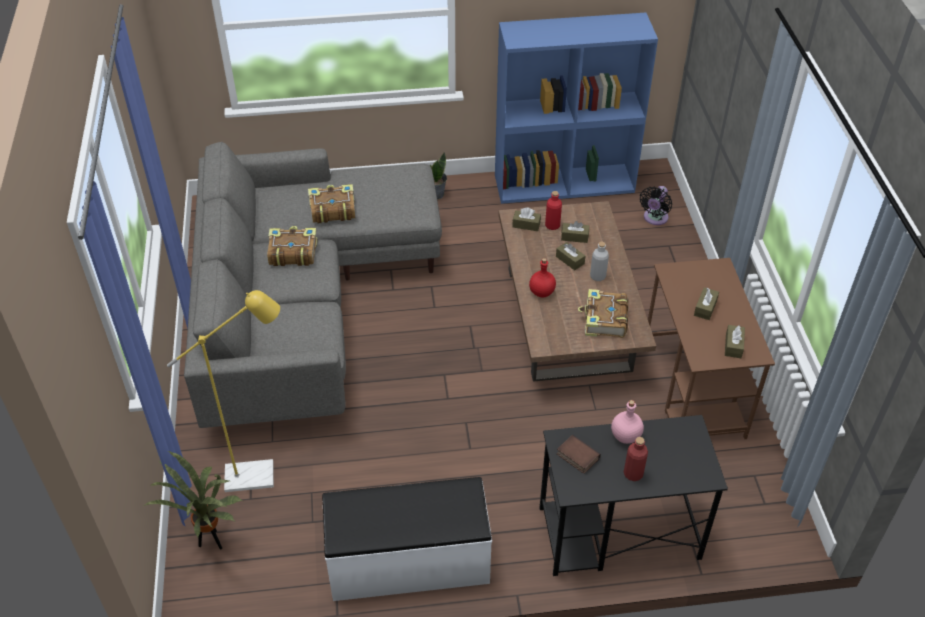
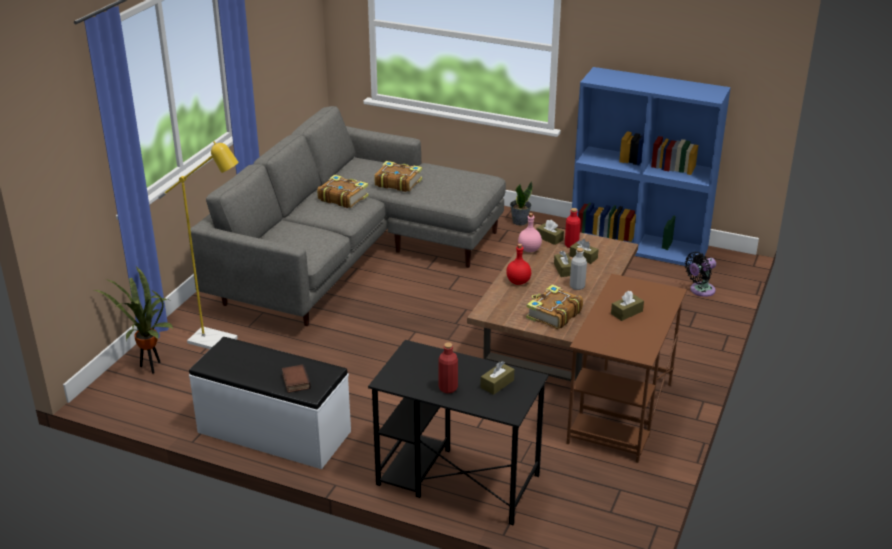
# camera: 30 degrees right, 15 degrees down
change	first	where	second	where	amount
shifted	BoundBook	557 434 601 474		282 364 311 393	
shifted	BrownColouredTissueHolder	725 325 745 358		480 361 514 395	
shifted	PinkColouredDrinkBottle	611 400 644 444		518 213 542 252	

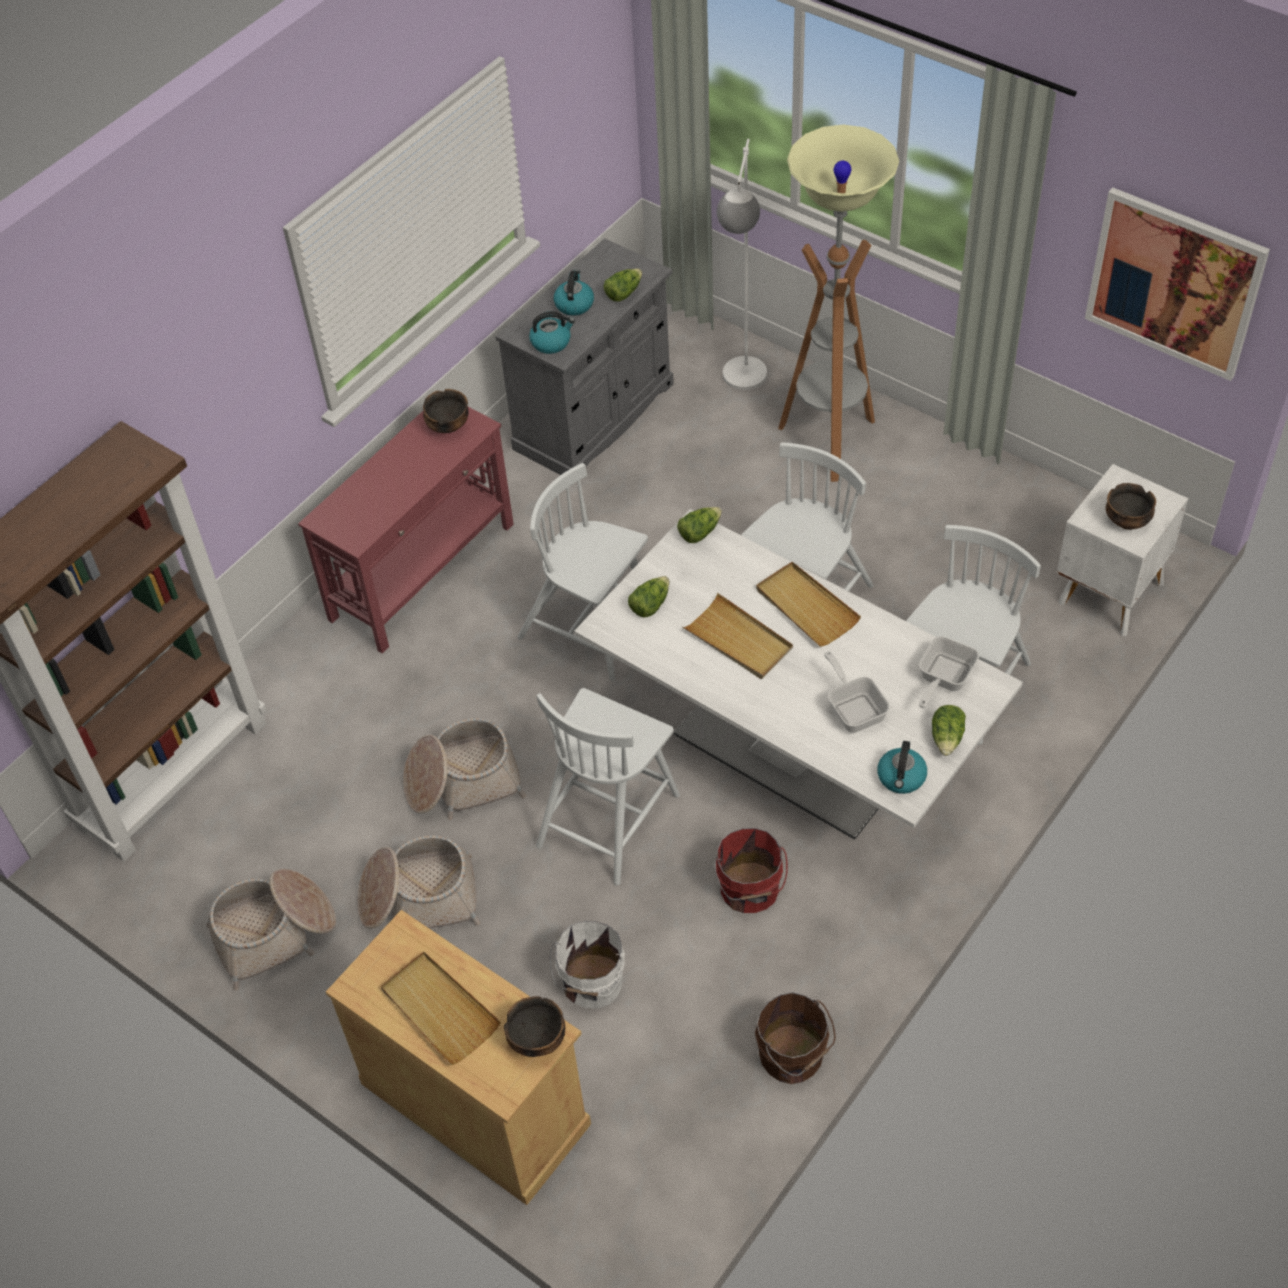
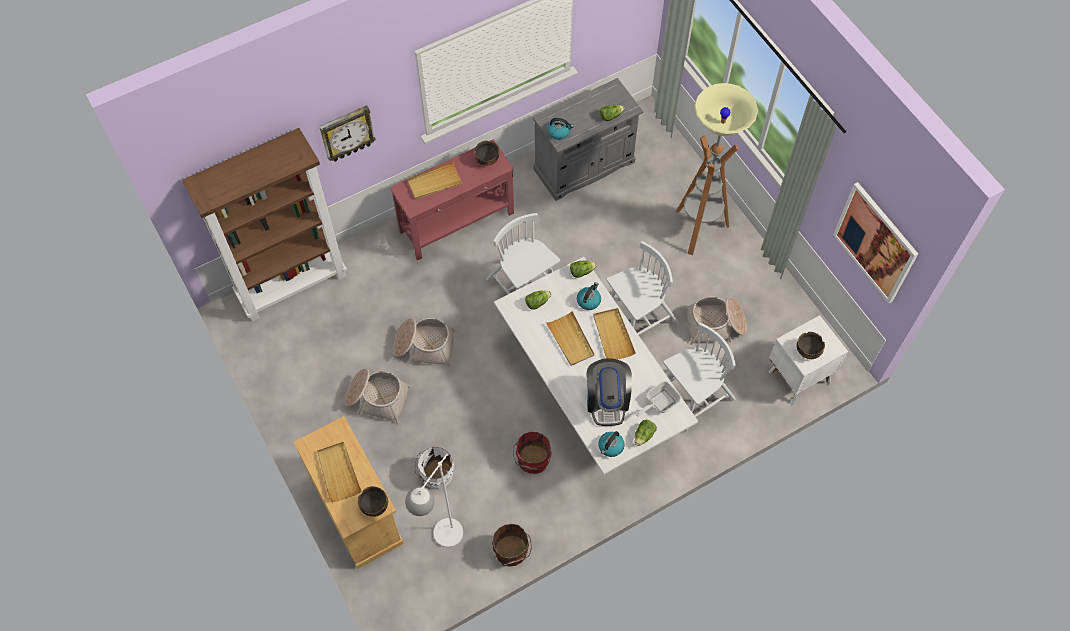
# camera: 20 degrees right, 10 degrees up
change	first	where	second	where	amount
new			WallClock	319 105 376 162	
shifted	WhitishStandingLamp	717 139 767 390		405 454 463 548	
new			BeigeCarryingTray	407 162 463 199	
shifted	WaterKettle	554 270 594 316		577 282 601 310	
swapped	Skillet	824 652 890 733	CoffeeMaker	586 358 632 426	
shifted	Basket	206 869 336 991		685 296 747 345	
gone	WhitishChair	536 688 680 885			

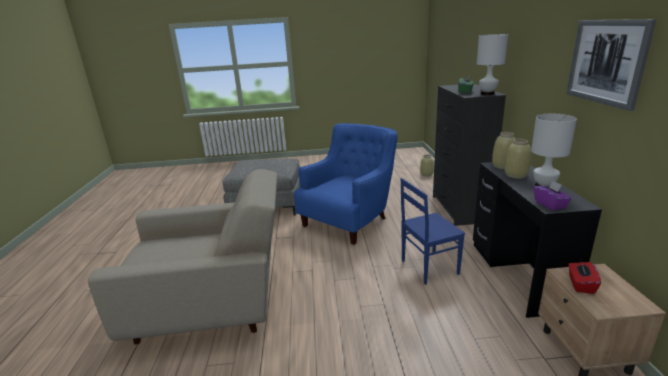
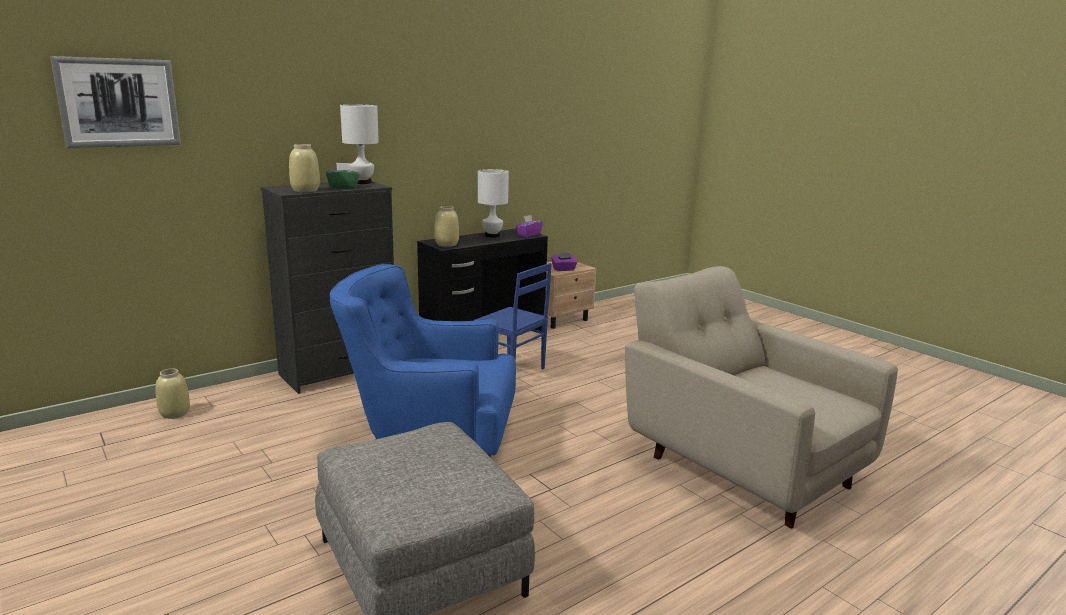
# camera: 125 degrees left, 5 degrees down
change	first	where	second	where	amount
shifted	WallArt	566 19 657 111		50 56 181 148	
shifted	BeigeDecorativeVase	505 139 532 179		289 144 320 192	
repainted	ReddishTissueHolder	568 262 601 294	PurpleColouredTissueHolder	551 253 577 271	

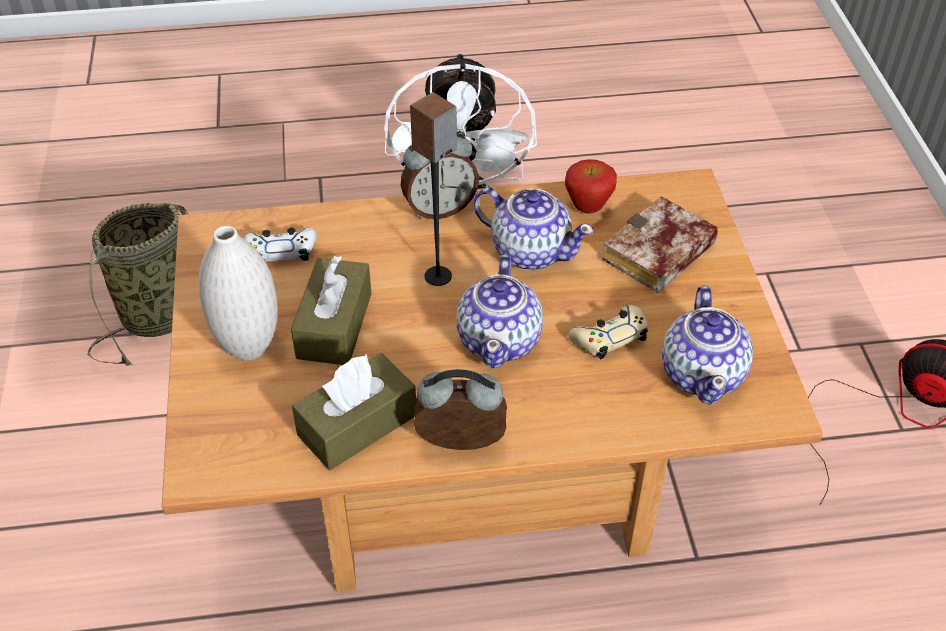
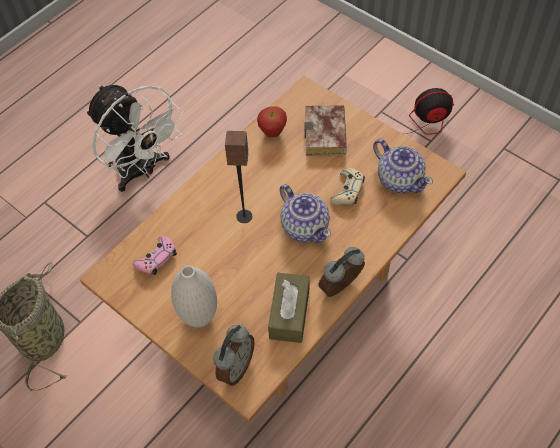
# camera: 40 degrees left, 10 degrees up
change	first	where	second	where	amount
repainted	WhitishJoypad	244 227 317 261	PinkColouredJoypad	133 236 177 275	
shifted	BedsideClock	401 133 479 219		213 325 254 386	
gone	BrownColouredTissueHolder	291 256 372 365			
gone	PotForTea	473 187 594 270			

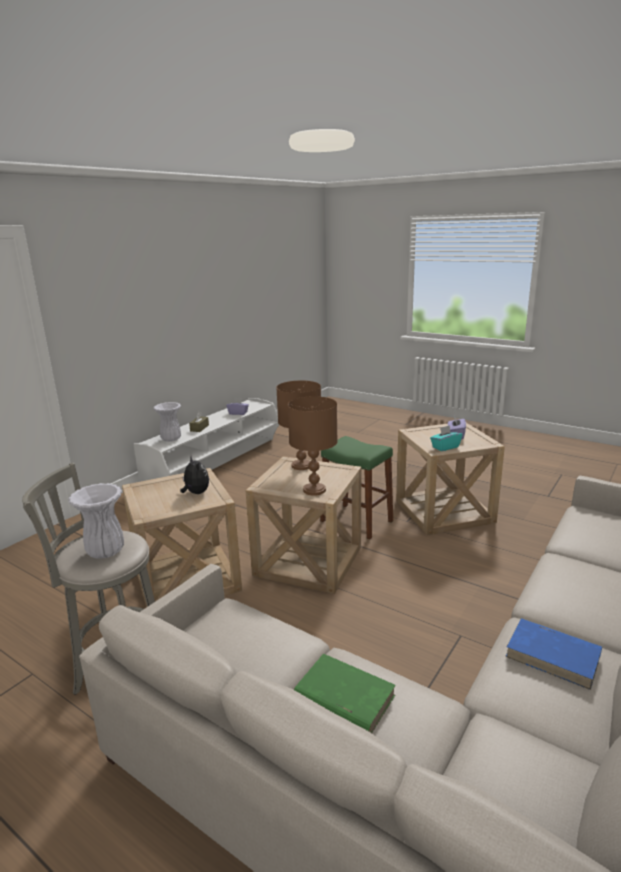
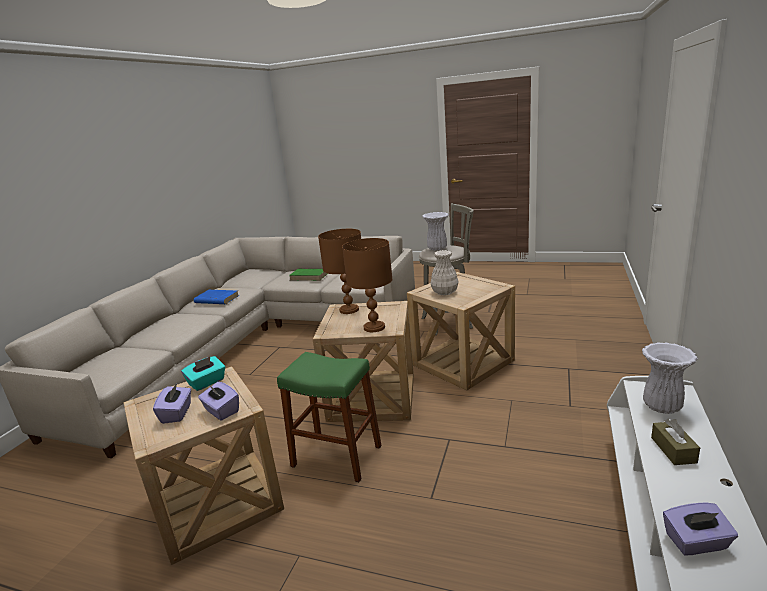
# camera: 165 degrees right, 0 degrees up
change	first	where	second	where	amount
new			PurpleColouredTissueHolder	198 382 239 420	
swapped	PlushToy	180 456 209 494	WhitishDecorativeVase	430 250 458 295	

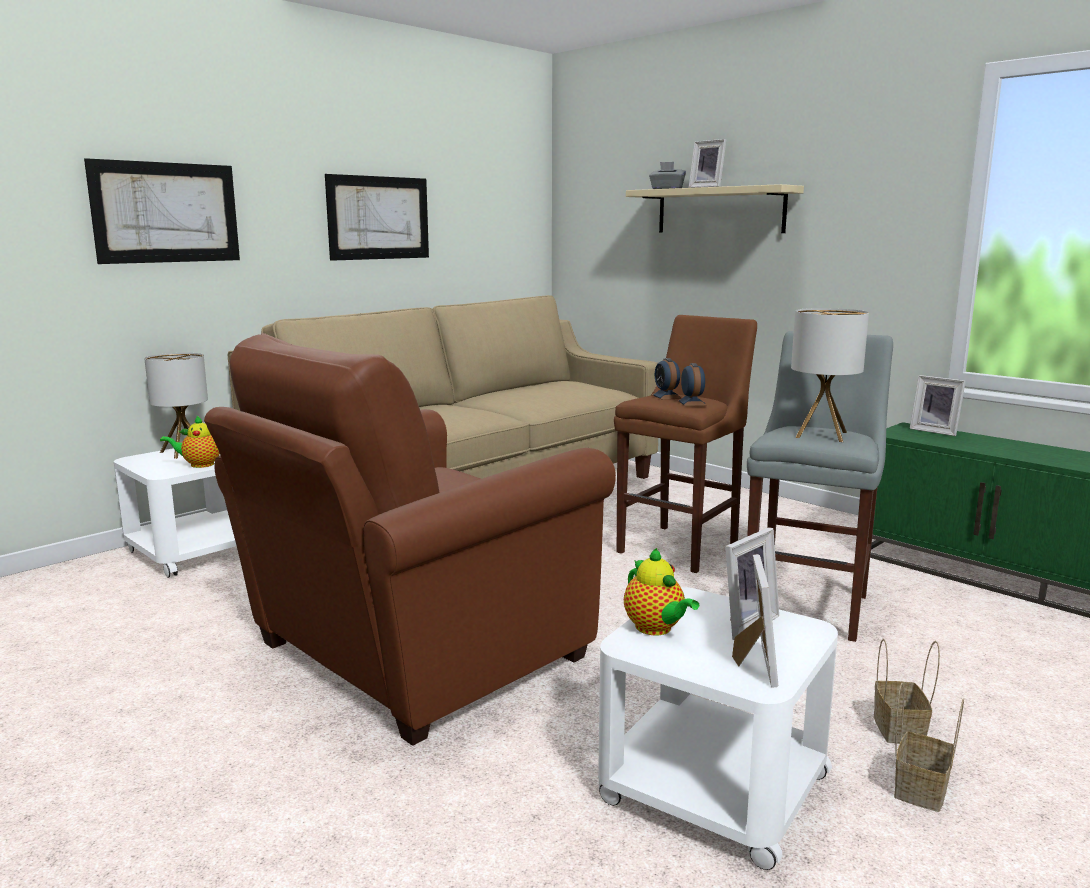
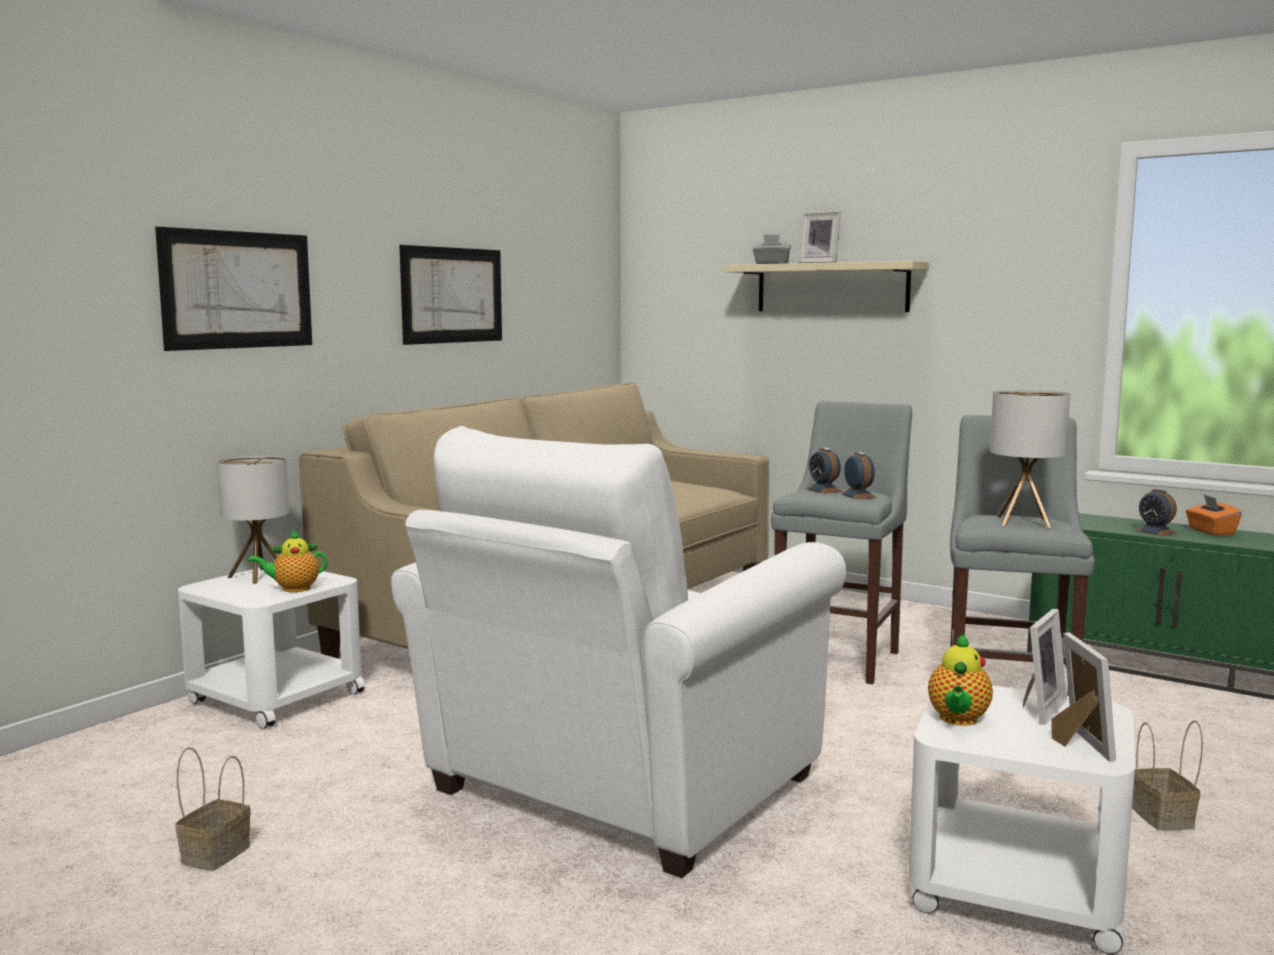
# camera: 10 degrees left, 5 degrees down
change	first	where	second	where	amount
shifted	Basket	894 683 964 812		175 747 250 871	
repainted	BrownColouredEasyChair	204 333 616 746	WhitishEasyChair	391 426 846 878	
repainted	BrownColouredStoolSeat	614 315 757 573	GreyishStoolSeat	771 401 912 684	
rotated	PotForTea	624 548 699 635		928 633 993 726	60 degrees clockwise
new			BedsideClock	1135 489 1177 536	
new			OrangeColouredTissueHolder	1186 495 1242 535	
gone	PhotoFrame	910 375 966 436			

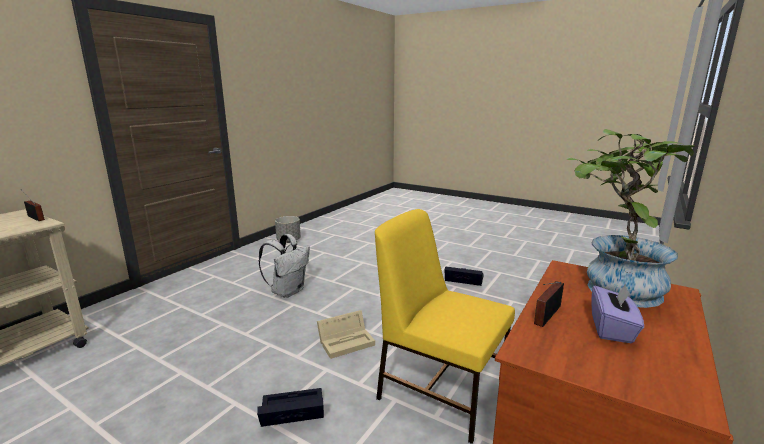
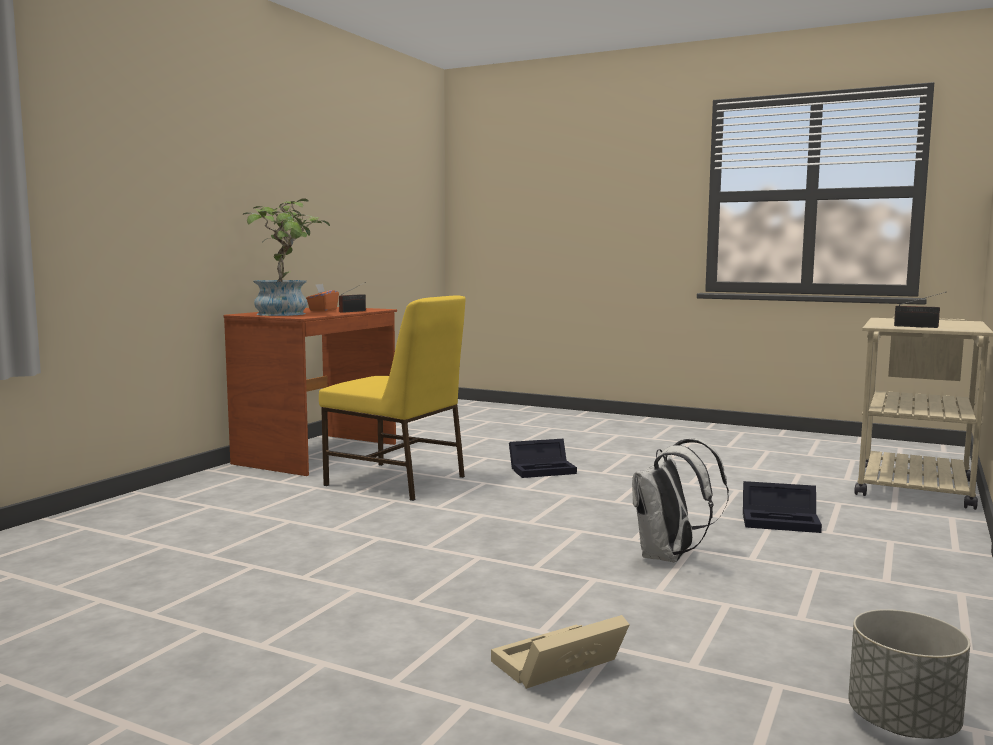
# camera: 175 degrees right, 10 degrees down
change	first	where	second	where	amount
repainted	PurpleColouredTissueHolder	591 283 644 343	OrangeColouredTissueHolder	306 284 339 311	
shifted	BeigeStorageBox	317 310 375 359		491 615 630 689	
shifted	BlackColouredStorageBox	444 266 484 286		743 481 822 533	

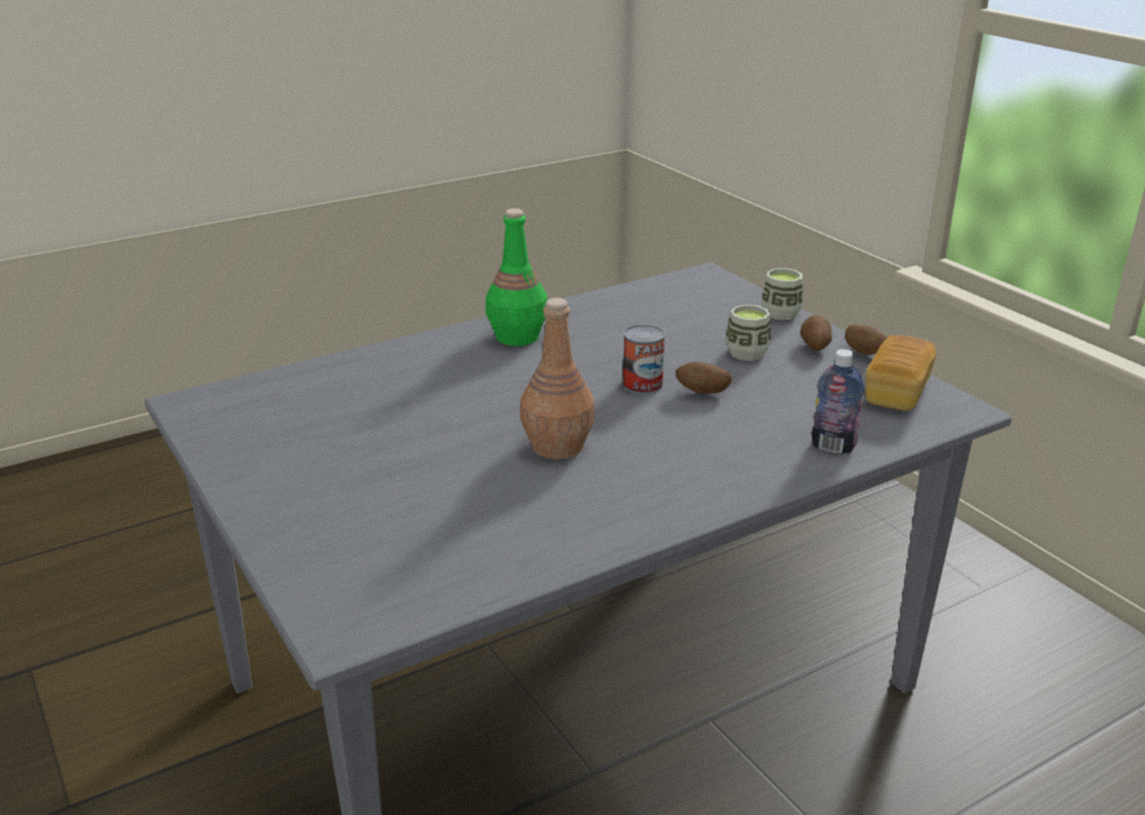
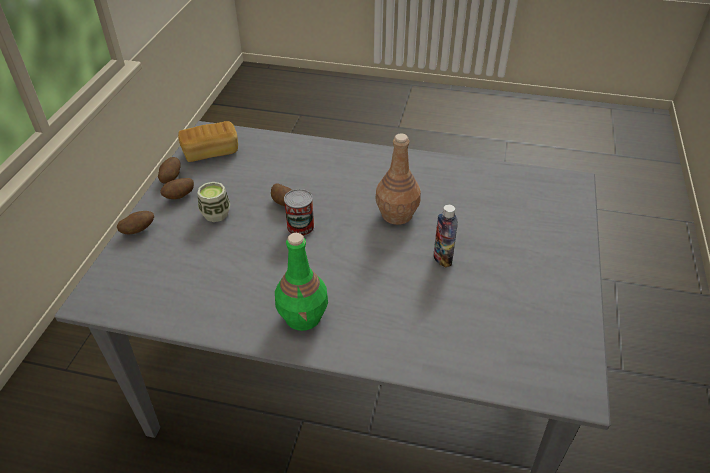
# camera: 135 degrees left, 15 degrees up
change	first	where	second	where	amount
swapped	DrinkingCup	762 268 803 320	Spud	117 211 154 235	
shifted	DrinkBottle	812 349 864 454		433 205 458 268	

